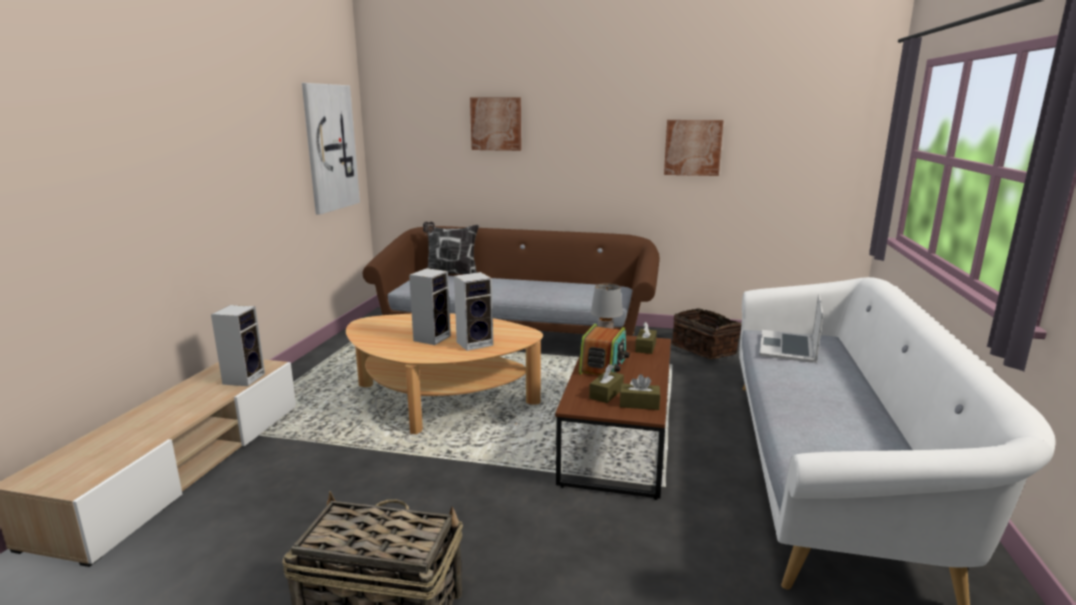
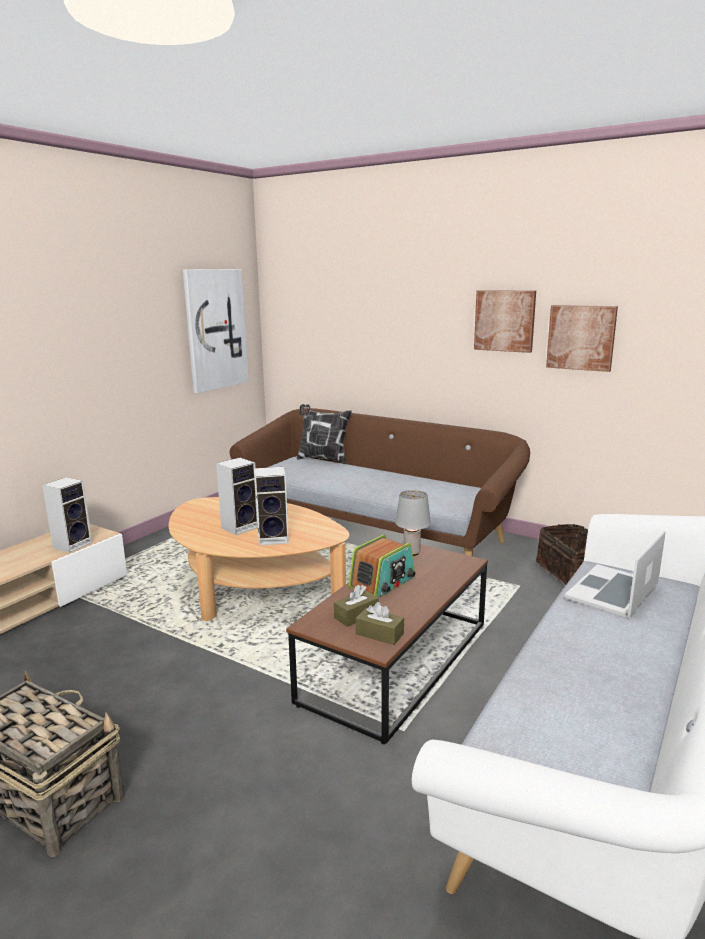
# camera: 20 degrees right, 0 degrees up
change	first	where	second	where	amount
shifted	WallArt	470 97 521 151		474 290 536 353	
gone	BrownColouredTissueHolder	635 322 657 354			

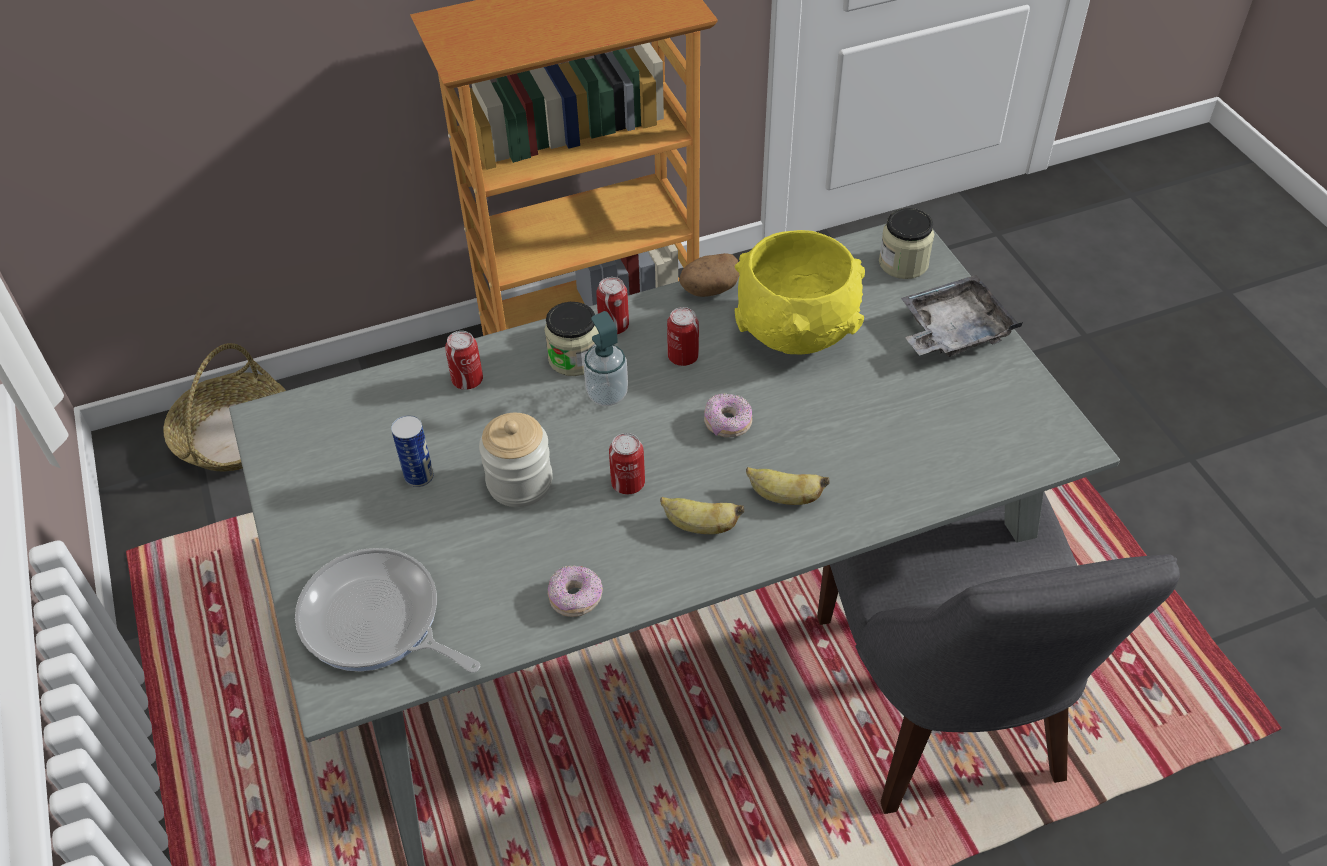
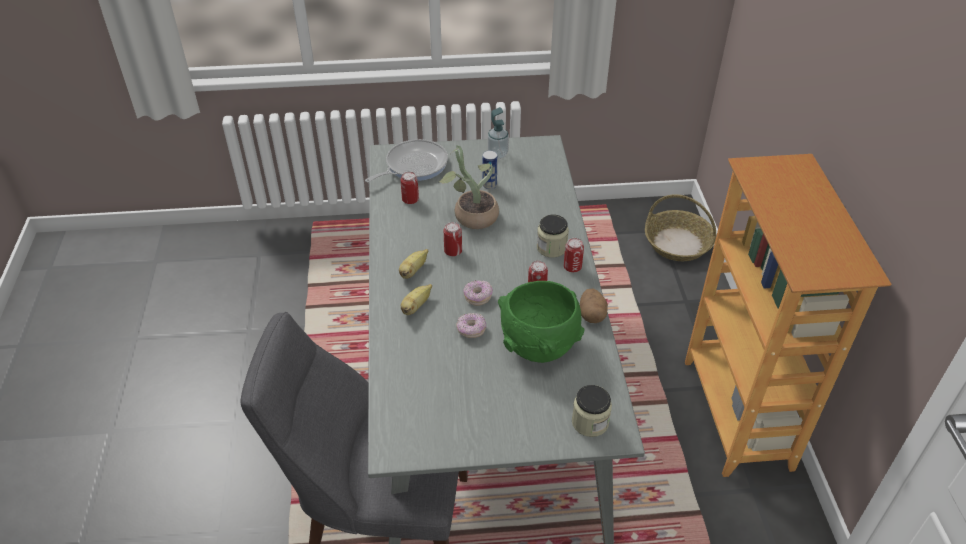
# camera: 105 degrees right, 5 degrees down
change	first	where	second	where	amount
shifted	Can	445 331 483 390		401 171 419 204	
swapped	PreserveJar	479 413 553 507	Houseplant	439 145 499 229	
shifted	Donut	548 565 603 617		456 313 486 338	
shifted	SoapDispenser	584 311 628 406		488 107 509 159	
repainted	YellowishDeepDish	734 230 865 355	GreenColouredDeepDish	498 281 585 363	
gone	GreyishCarryingTray	901 275 1023 357			

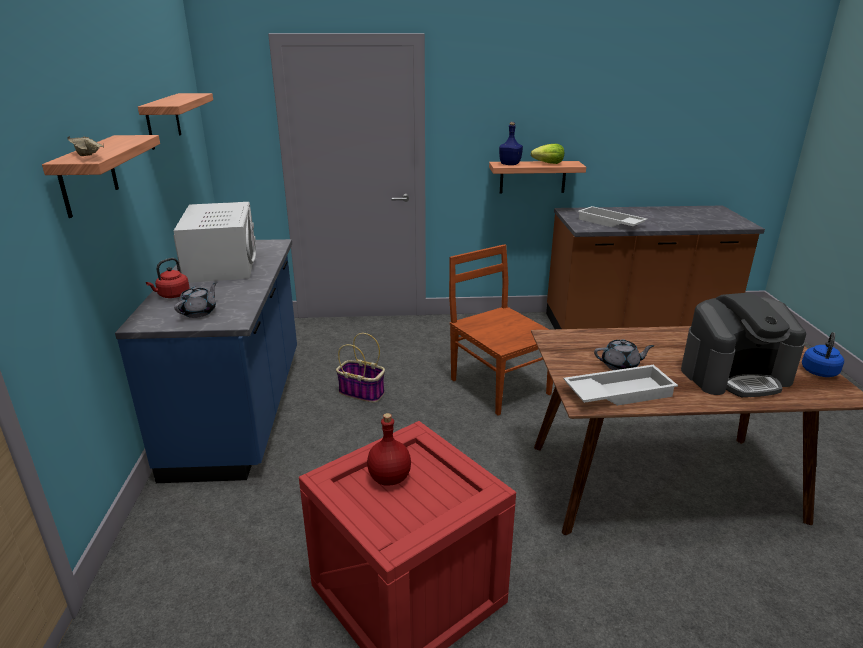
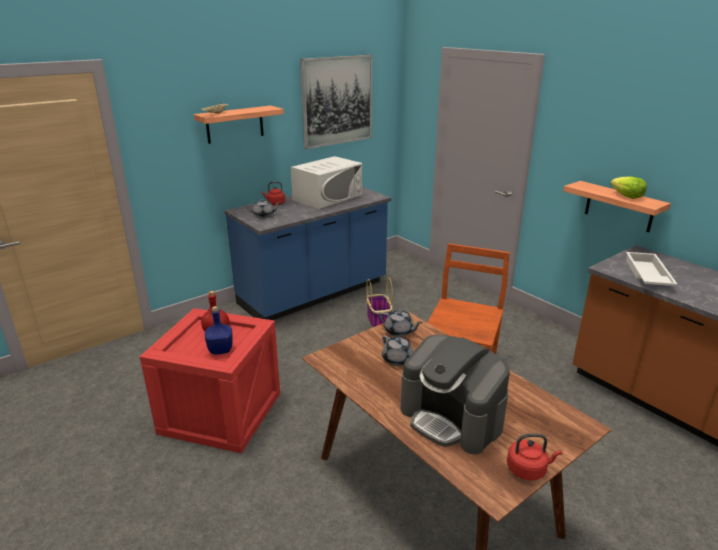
# camera: 55 degrees right, 0 degrees up
change	first	where	second	where	amount
shifted	BlueDrinkBottle	499 122 523 165		205 306 232 354	
swapped	BracketShelf	138 93 213 150	WallArt	300 55 372 149	
new			GreyishPotForTea	380 310 423 337	
repainted	BlueWaterKettle	802 332 844 377	ReddishWaterKettle	507 433 562 481	
gone	WhitishCarryingTray	563 365 678 406			

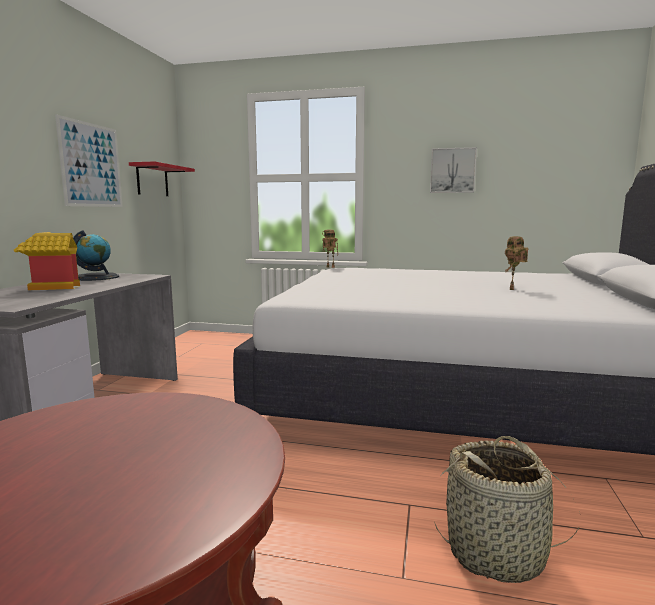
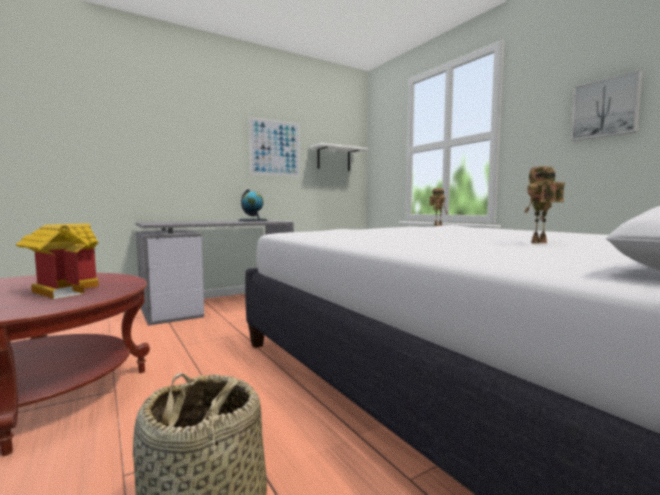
# camera: 45 degrees right, 5 degrees down
change	first	where	second	where	amount
shifted	MiniatureHouse	14 232 80 290		15 223 99 299	
repainted	ReddishBracketShelf	129 161 195 196	WhitishBracketShelf	310 143 368 171	

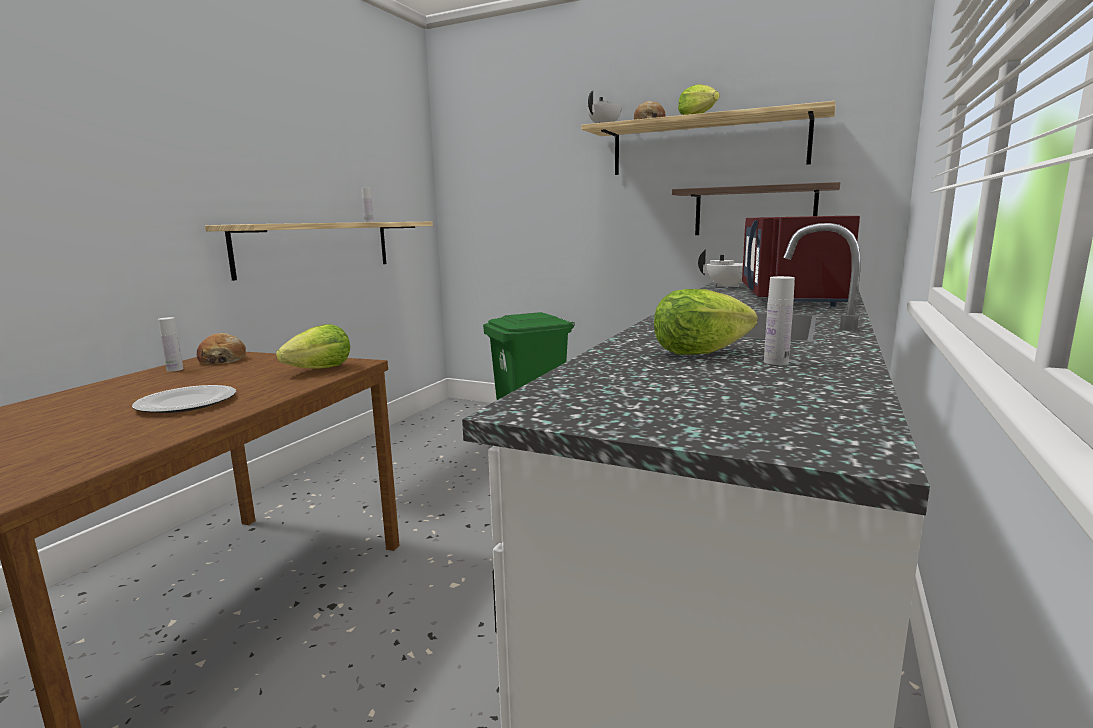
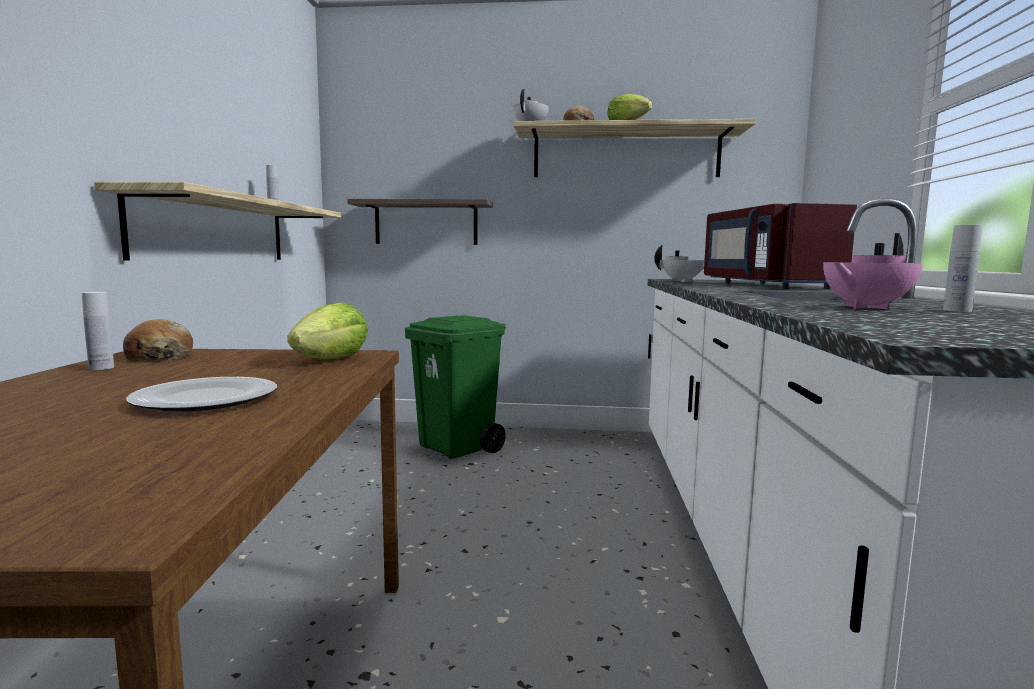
# camera: 20 degrees left, 5 degrees down
change	first	where	second	where	amount
shifted	BracketShelf	672 182 840 235		347 199 493 245	
swapped	HeadOfLettuce	654 289 758 355	PinkColouredPotForTea	823 233 923 309	

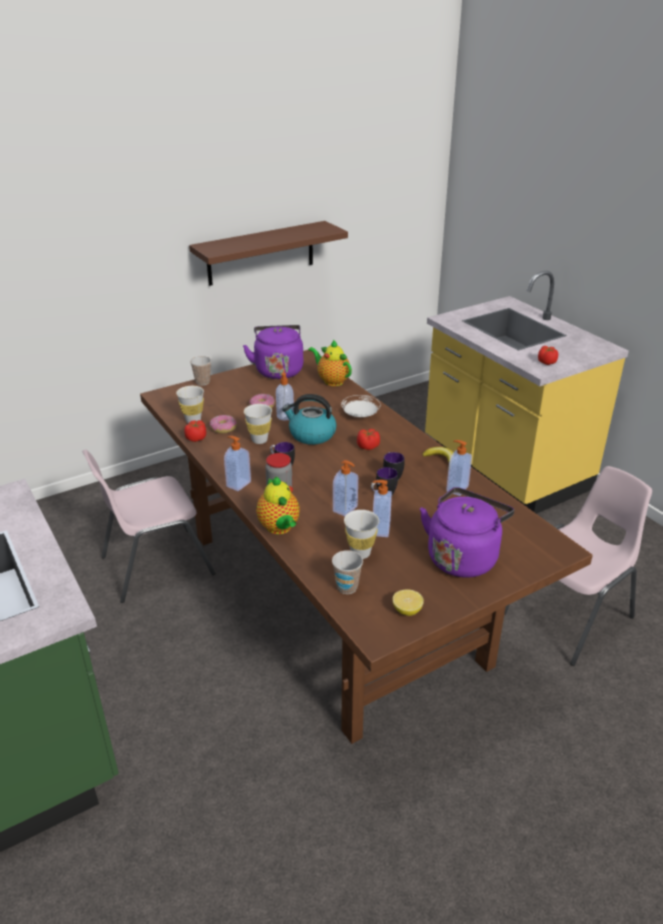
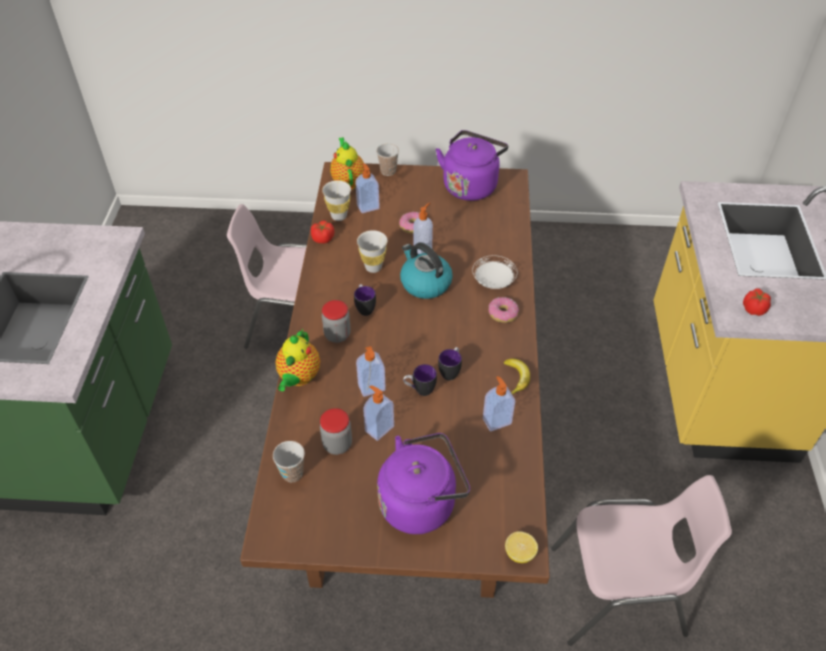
# camera: 35 degrees right, 15 degrees up
change	first	where	second	where	amount
swapped	WhitishDrinkingCup	344 510 379 559	PreserveJar	320 408 352 455	
shifted	PotForTea	308 339 352 386		330 137 365 189	
shifted	SoapDispenser	224 436 251 491		355 163 380 213	
shifted	Donut	210 415 237 434		488 297 519 323	
shifted	CitrusFruit	392 589 424 616		505 532 538 563	
gone	BrownColouredBracketShelf	189 221 348 286			
gone	WholeTomato	357 429 380 450			

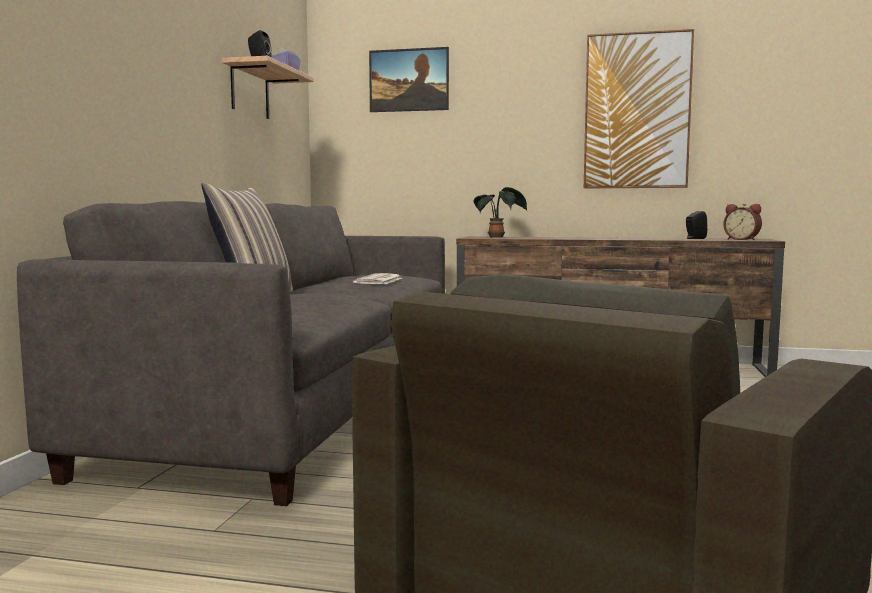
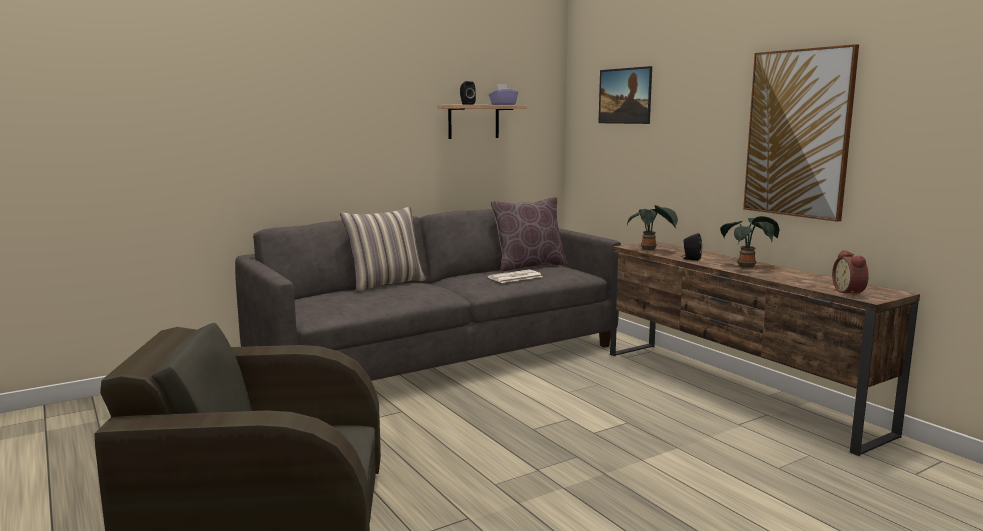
# camera: 45 degrees right, 5 degrees up
change	first	where	second	where	amount
new			BrownColouredCushion	491 197 568 271	
shifted	BlackColouredLoudspeaker	686 211 707 239		682 233 702 261	
new			Houseplant	720 216 779 268	

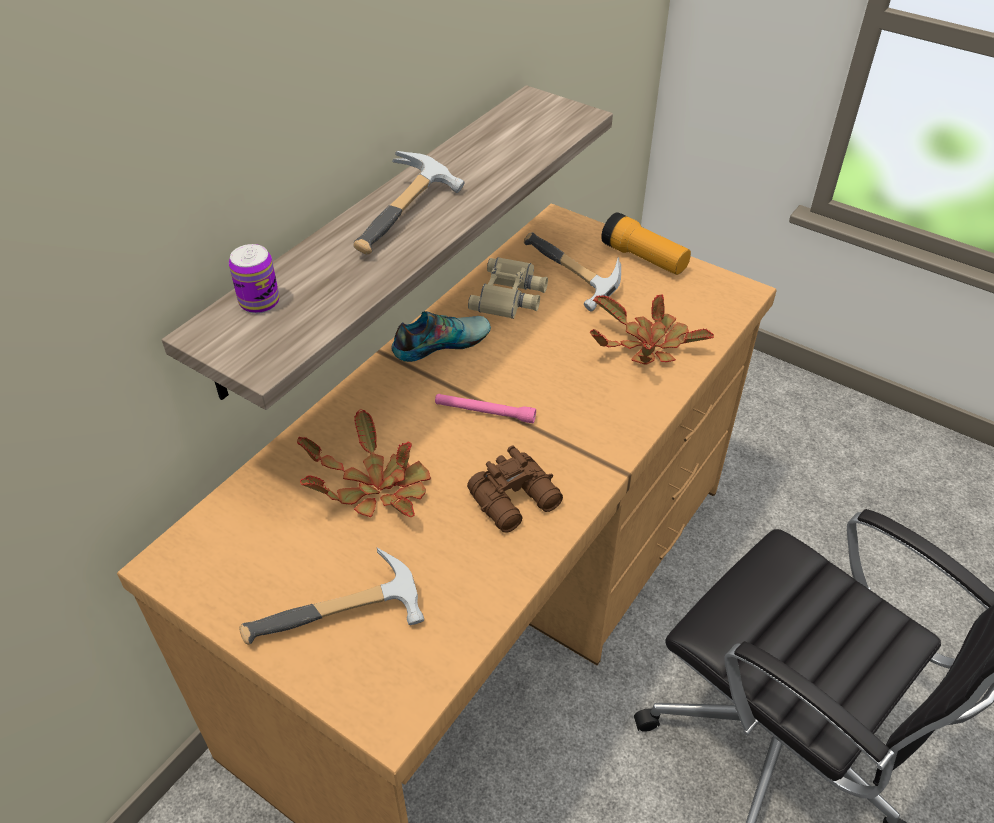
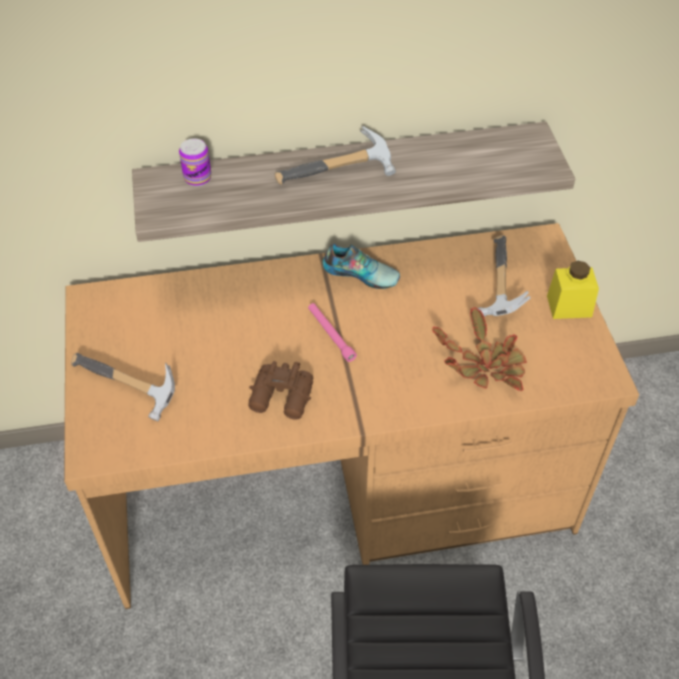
# camera: 45 degrees right, 5 degrees up
change	first	where	second	where	amount
swapped	Flashlight	601 212 691 275	YellowishPreserveJar	547 261 599 319	
gone	Houseplant	297 409 431 517			
gone	BeigePairOfBinoculars	468 257 548 319			

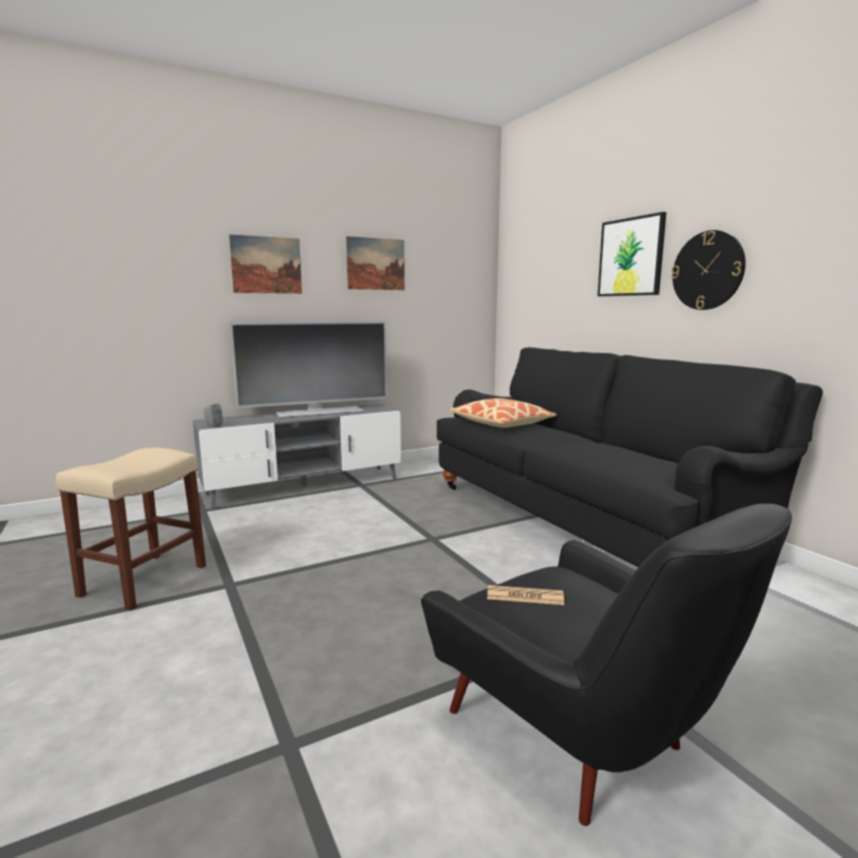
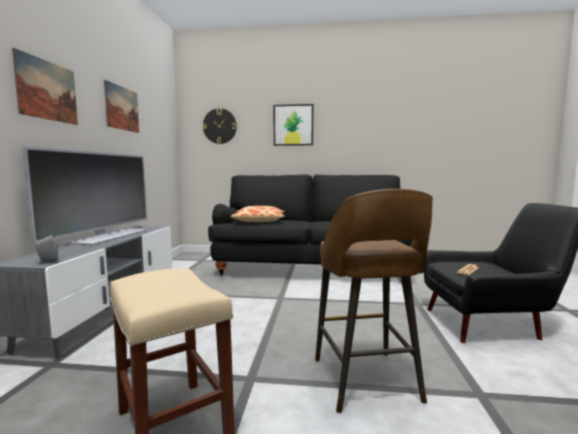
# camera: 55 degrees left, 5 degrees down
change	first	where	second	where	amount
shifted	WallClock	671 230 745 310		203 108 237 144	
new			BrownColouredStoolSeat	315 189 433 413	

